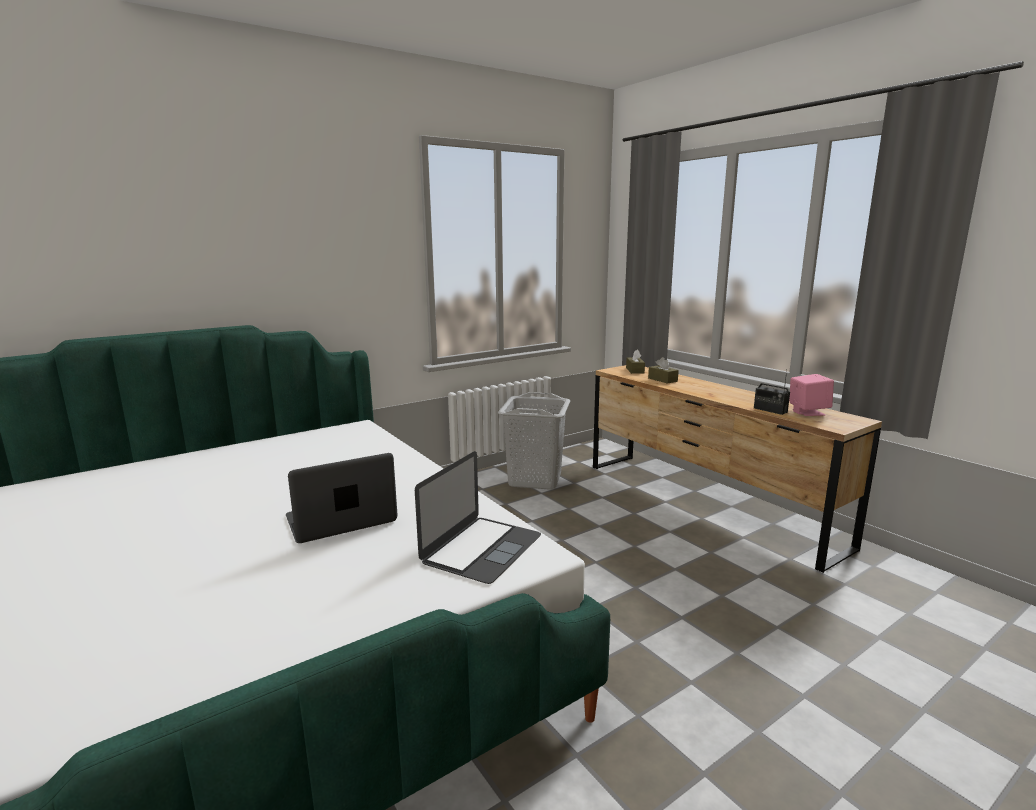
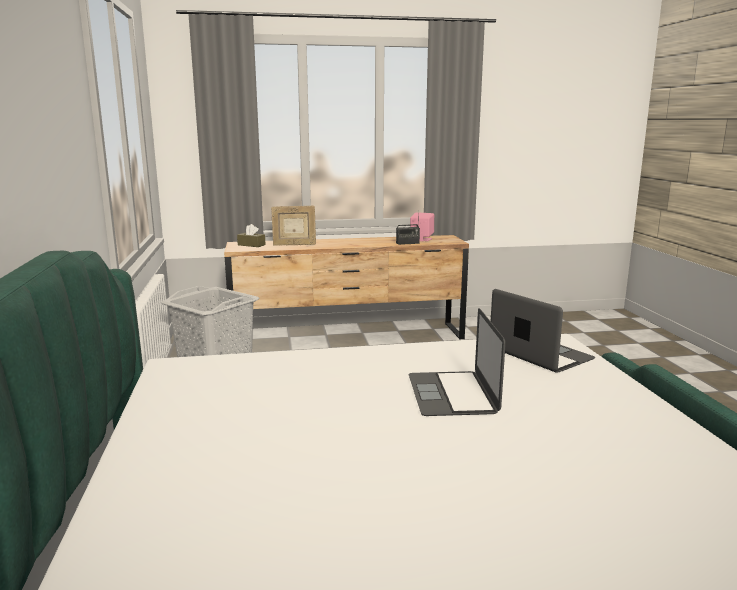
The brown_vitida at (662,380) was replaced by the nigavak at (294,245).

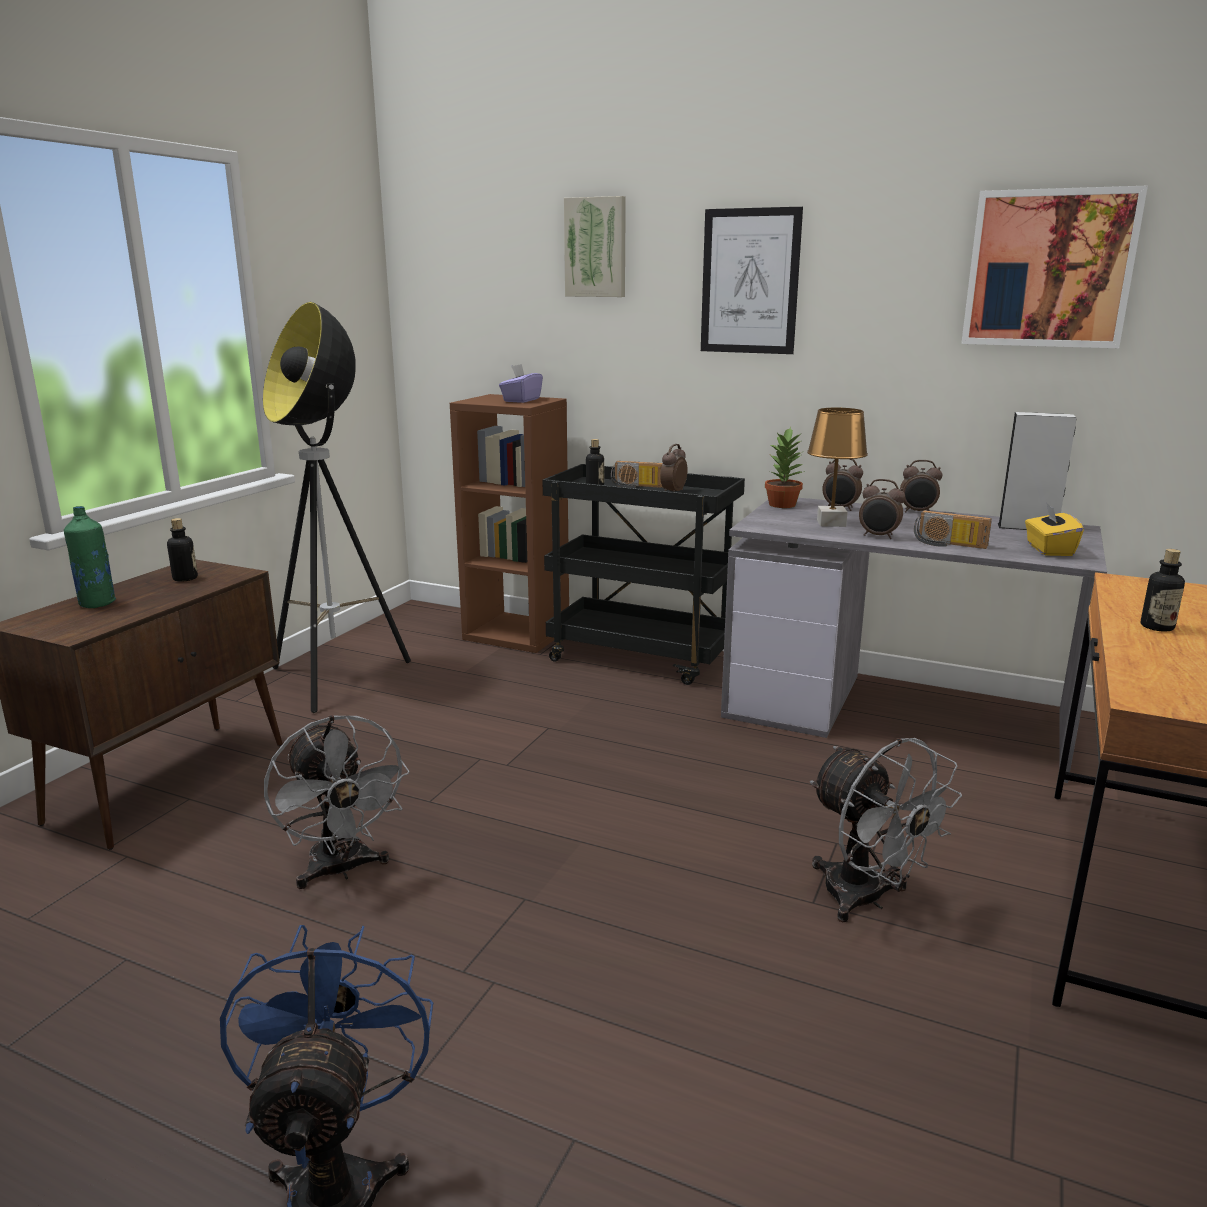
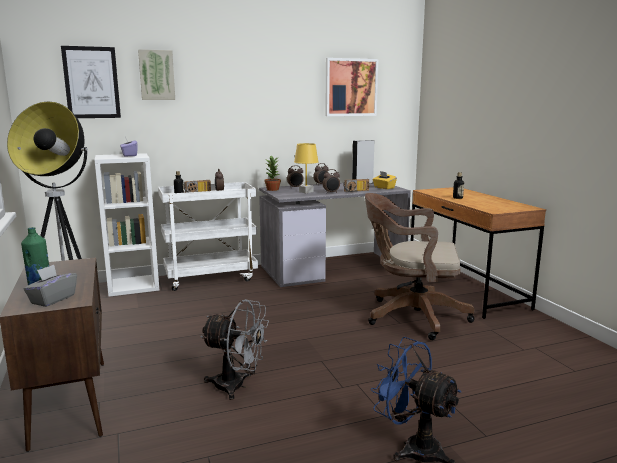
The grey_vitida at (52,299) appeared.
The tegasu moved from (750,282) to (91,82).
The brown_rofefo at (518,634) became the white_rofefo at (134,286).
The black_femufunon at (643,657) became the white_femufunon at (211,278).
The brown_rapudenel at (831,523) became the yellow_rapudenel at (306,192).
The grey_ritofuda at (867,899) was replaced by the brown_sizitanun at (411,316).
The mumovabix at (185,578) disappeared.

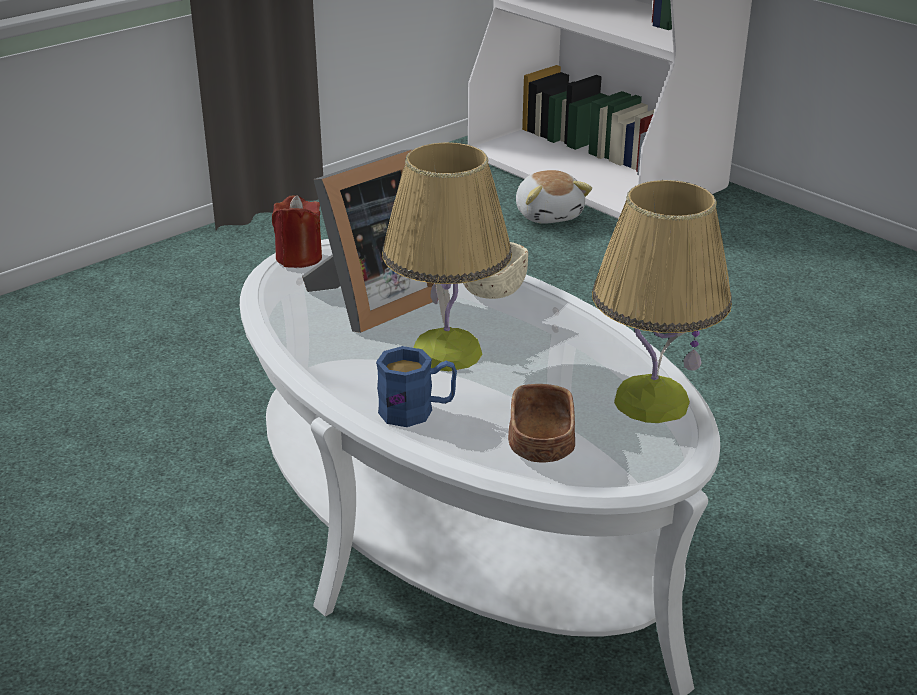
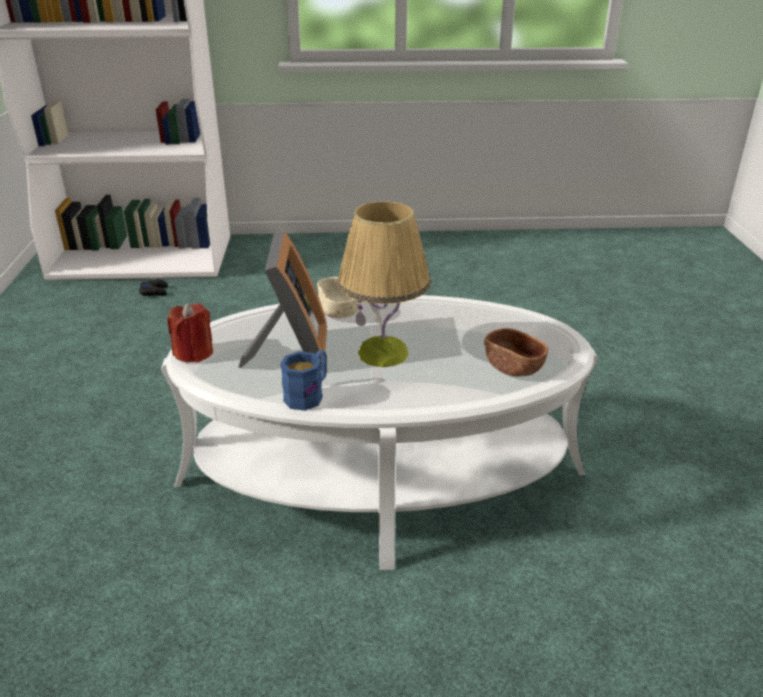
The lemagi at (549,214) was replaced by the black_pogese at (154,291).
The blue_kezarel moved from (417,411) to (308,394).
The rapudenel at (650,401) disappeared.

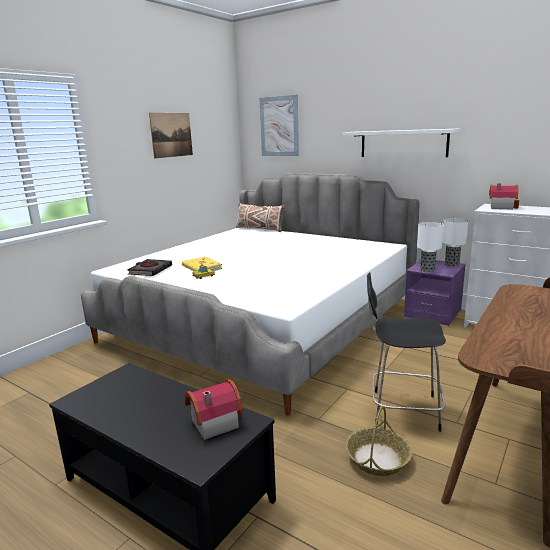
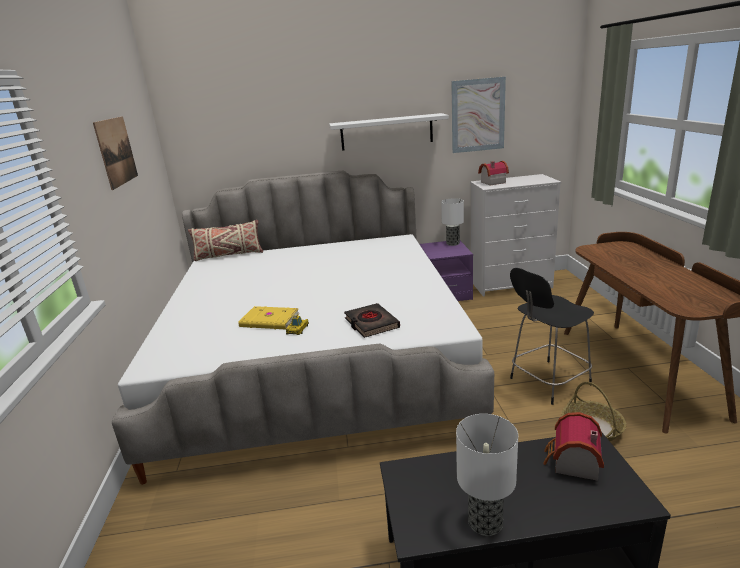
The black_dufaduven moved from (150,270) to (371,324).
The tegasu moved from (279,126) to (478,115).
The rapudenel moved from (427,270) to (484,522).

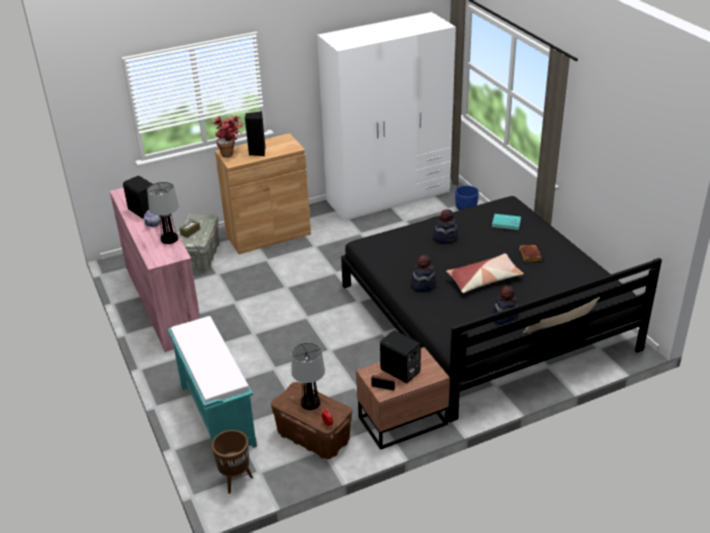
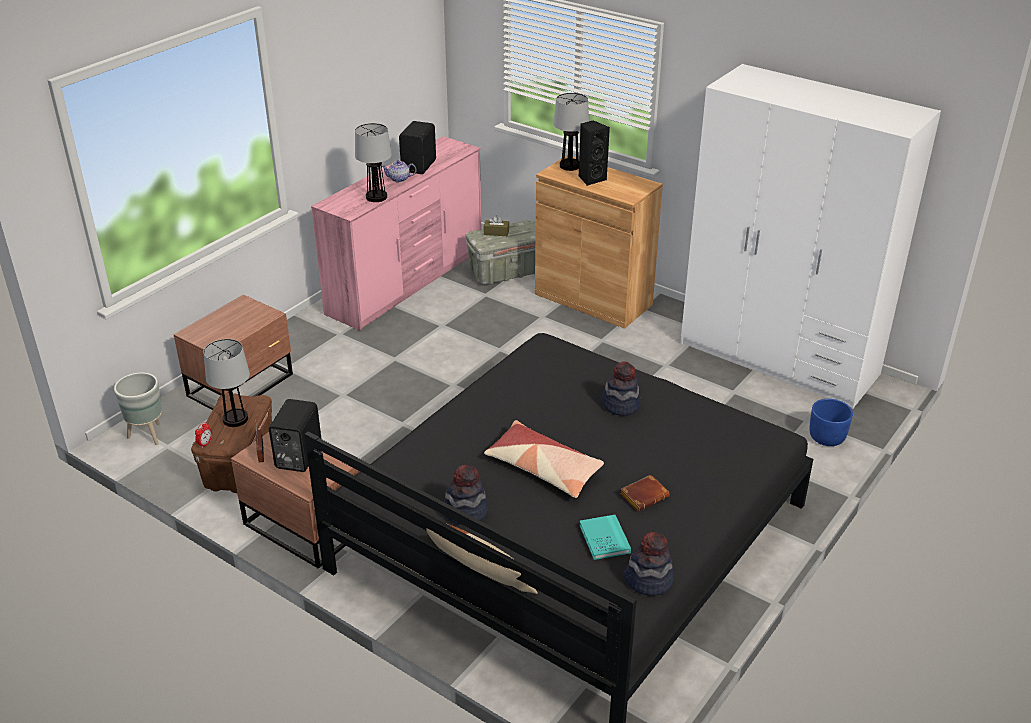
The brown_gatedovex at (235,480) became the grey_gatedovex at (147,435).
The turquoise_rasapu at (216,415) was replaced by the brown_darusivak at (243,385).
The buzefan at (231,154) was replaced by the rapudenel at (570,166).
The turquoise_dufaduven moved from (506,223) to (604,539).
The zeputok moved from (423,284) to (648,580).

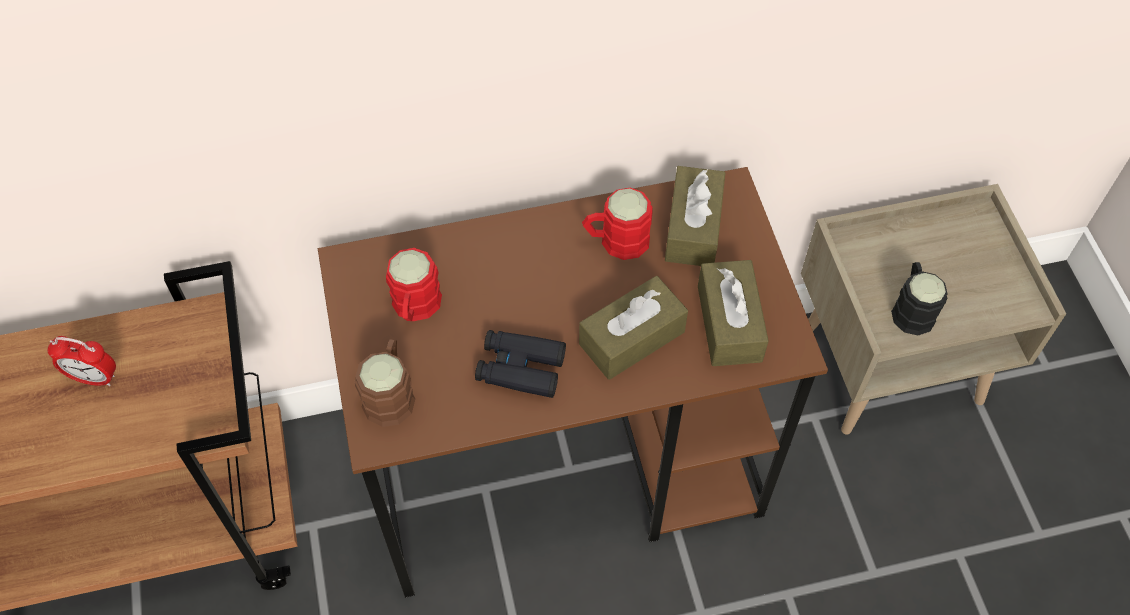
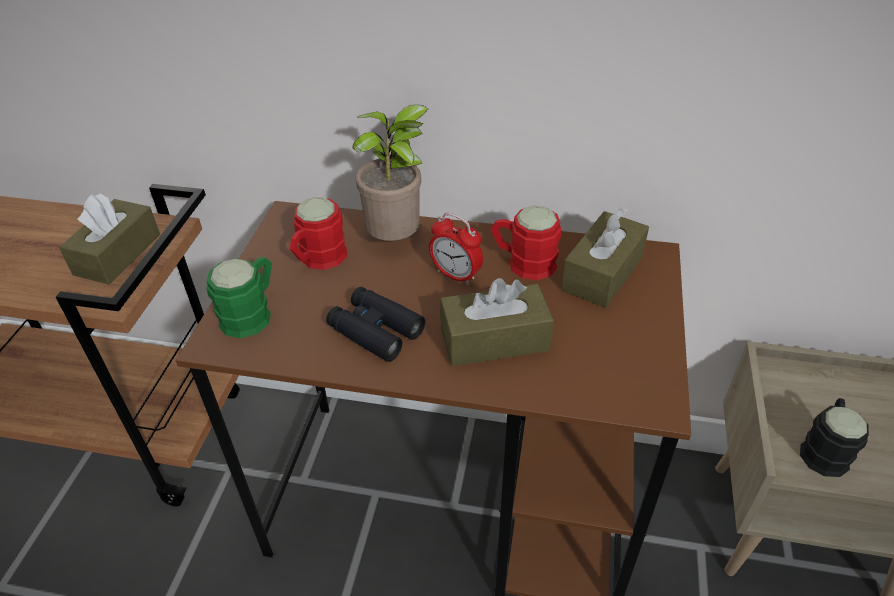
The brown_vitida moved from (729,323) to (118,254).
The brown_kezarel at (391,393) became the green_kezarel at (252,313).
The buzefan at (398,241) appeared.
The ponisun moved from (94,378) to (456,275).

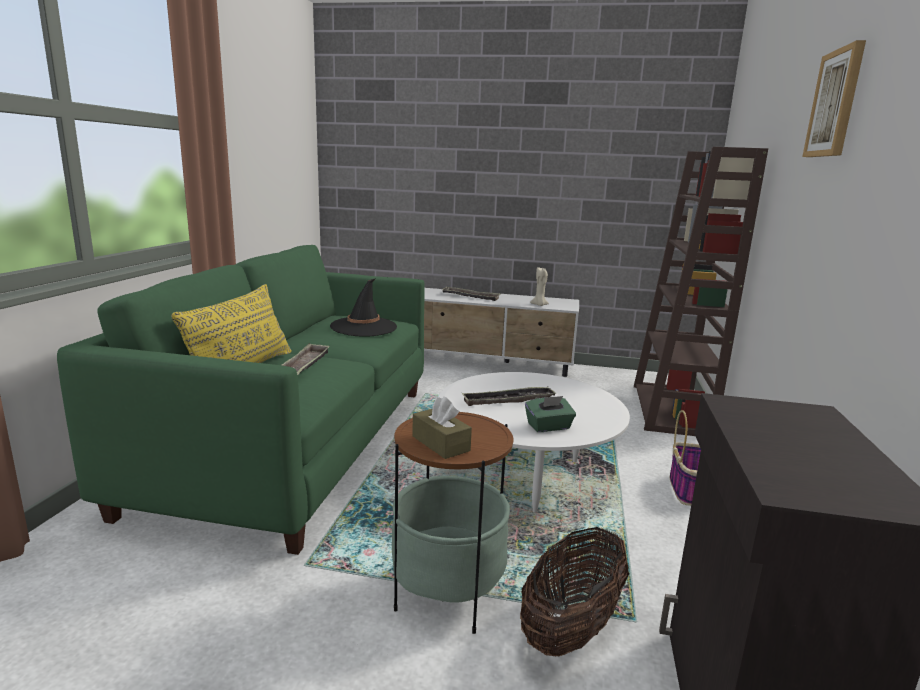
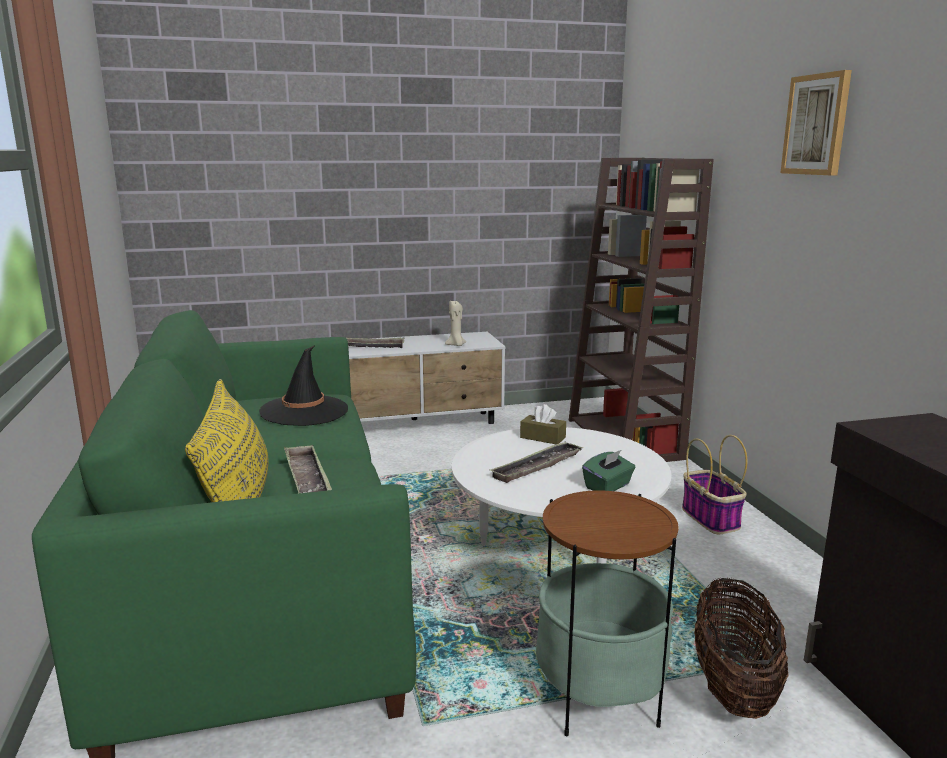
The brown_vitida moved from (440,443) to (542,437).

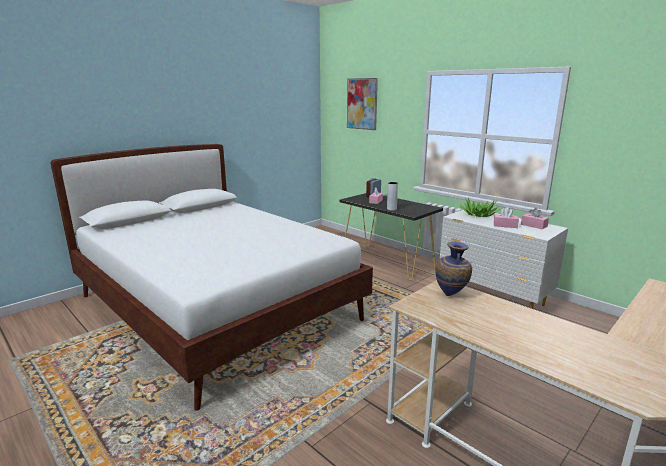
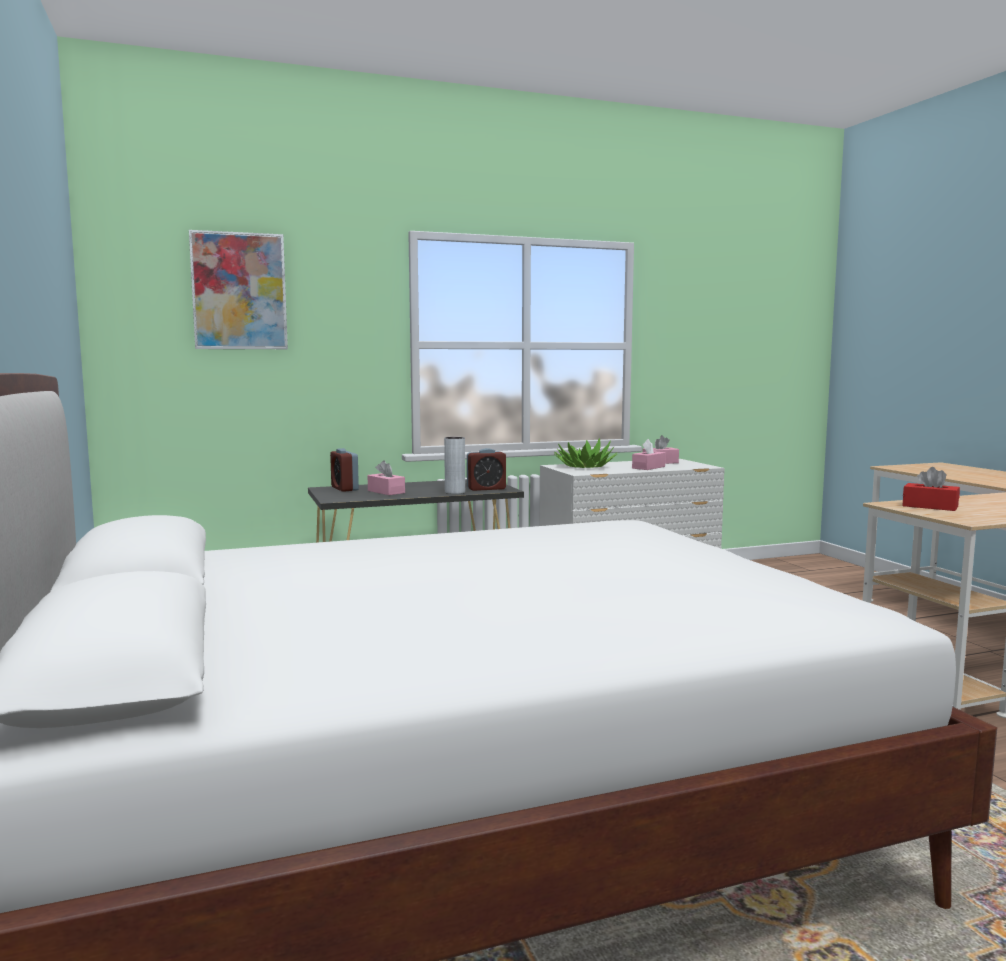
The ponisun at (486,488) appeared.
The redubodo at (451,295) was replaced by the red_vitida at (930,506).

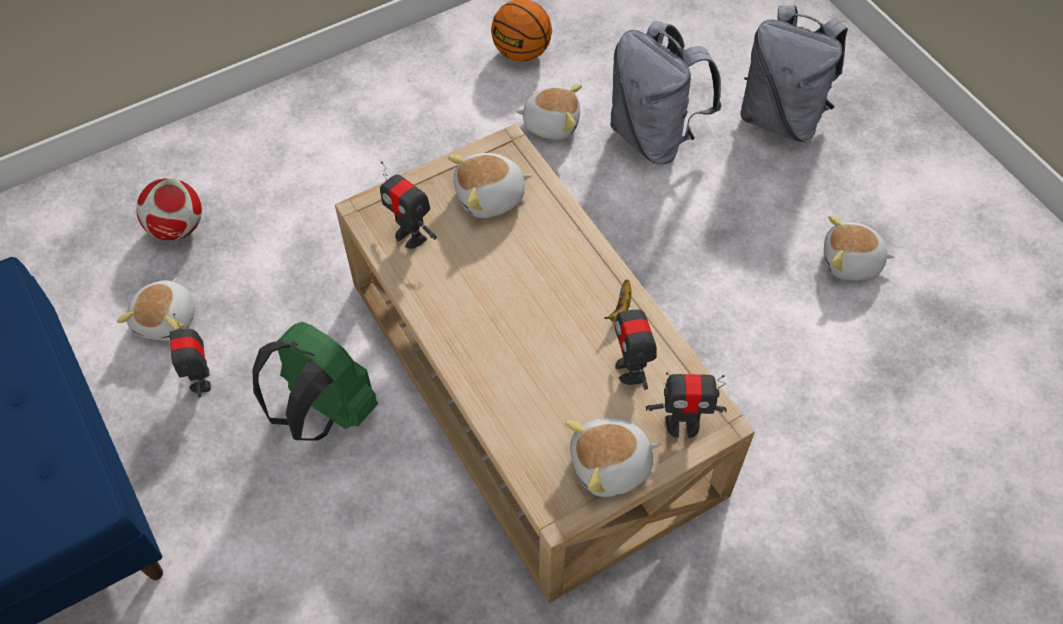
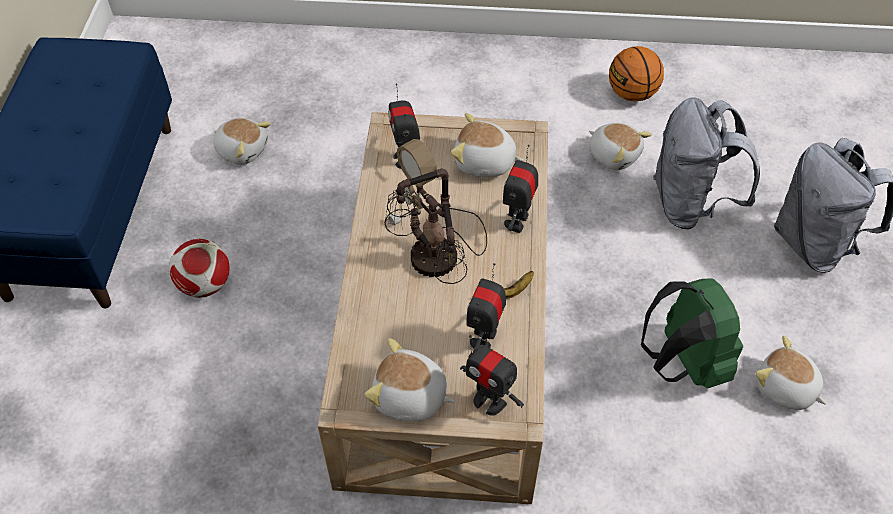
The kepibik moved from (177,228) to (205,285).
The lemagi at (167,319) turned 105 degrees counterclockwise.
The rapudenel at (433,261) appeared.
The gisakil moved from (201,380) to (517,221).
The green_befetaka moved from (325,411) to (683,363).

